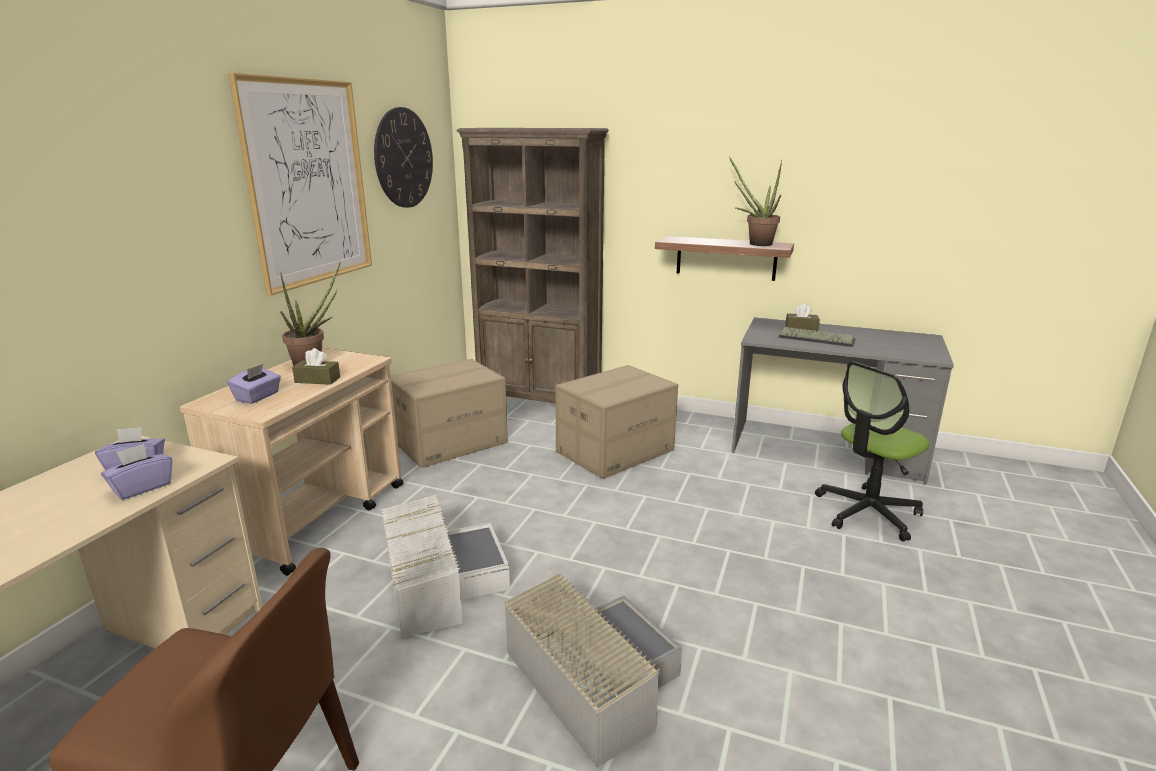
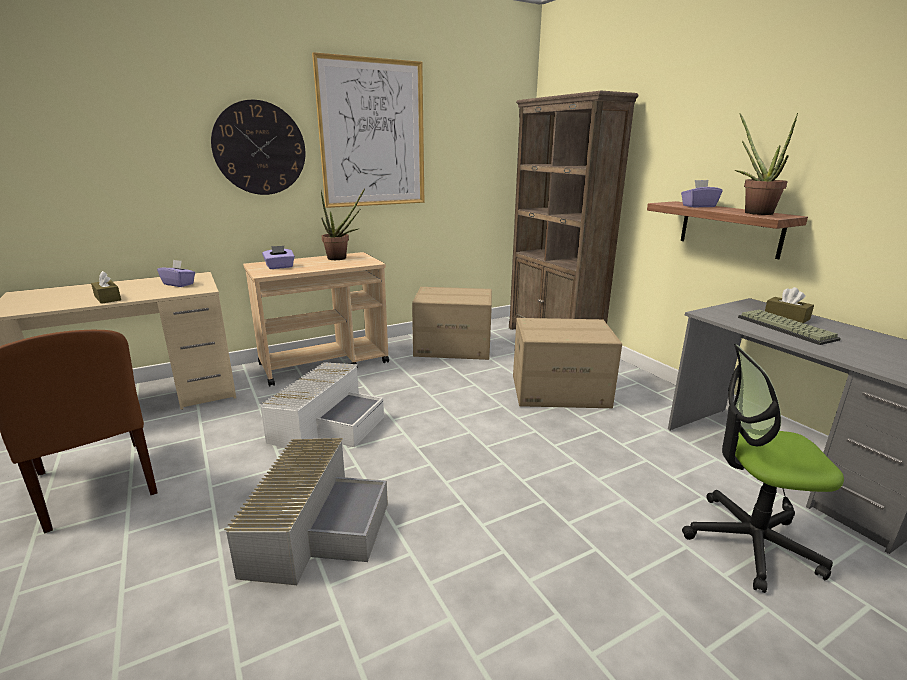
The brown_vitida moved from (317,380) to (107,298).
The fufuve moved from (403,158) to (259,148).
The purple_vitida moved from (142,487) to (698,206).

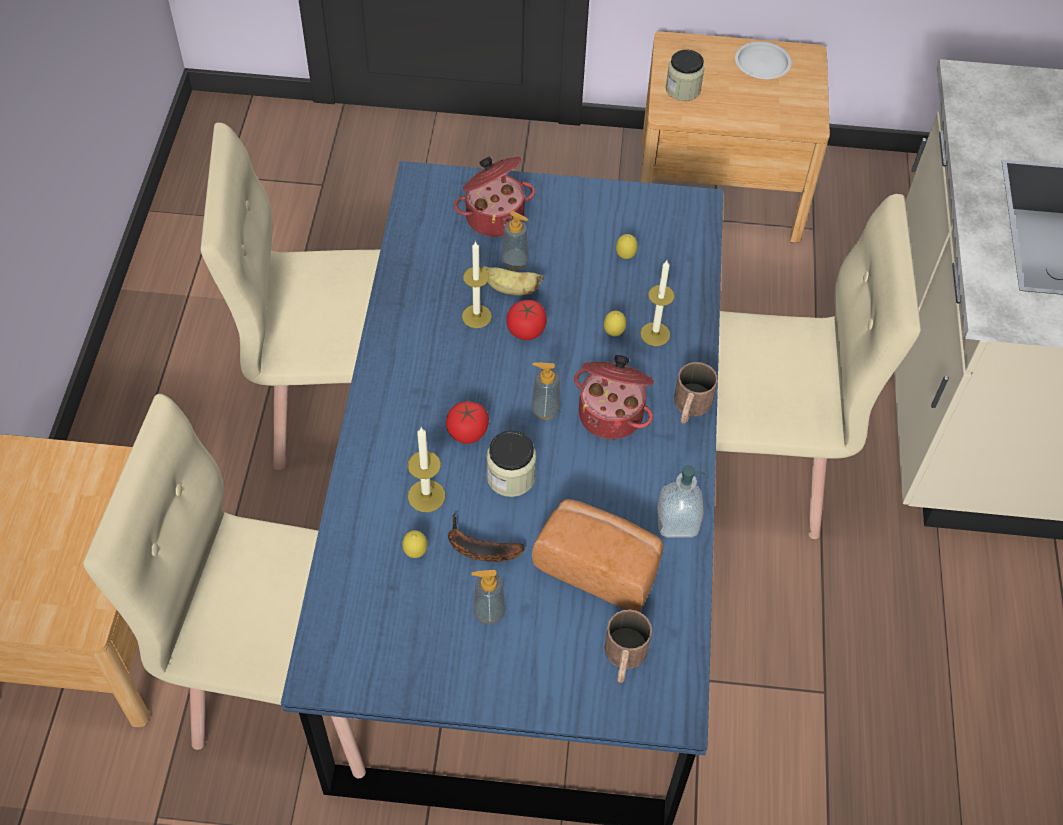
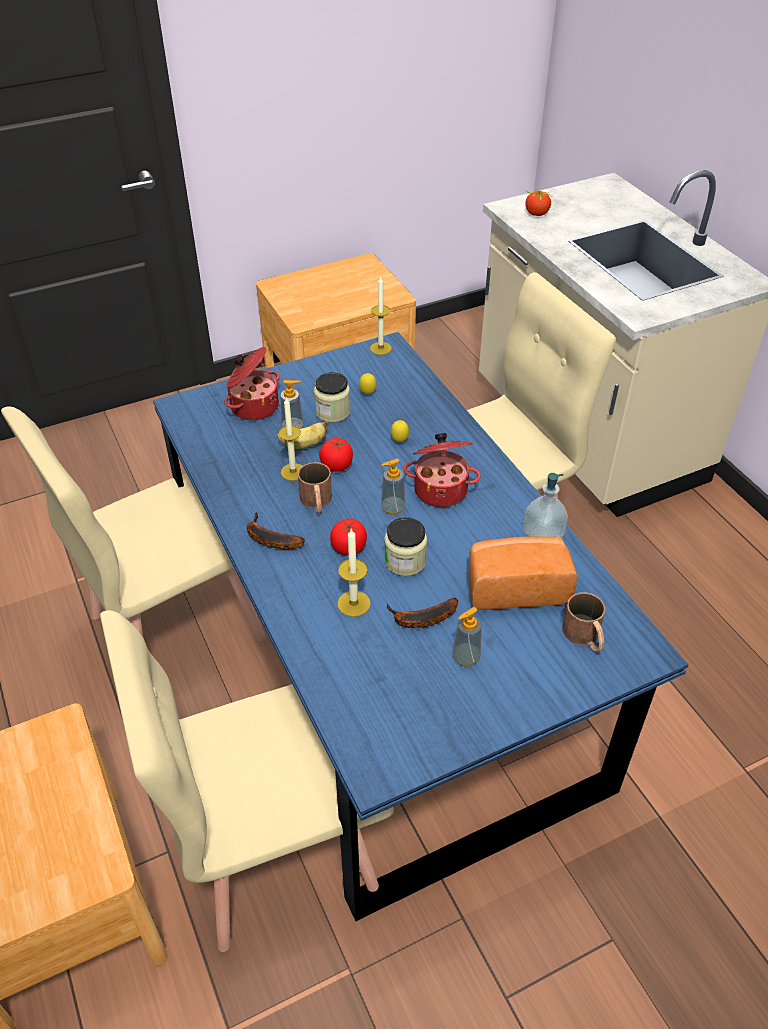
The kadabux at (269,539) appeared.
The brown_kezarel moved from (690,408) to (316,502).
The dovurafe moved from (683,89) to (332,412).
The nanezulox moved from (655,334) to (380,348).
The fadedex at (536,213) appeared.
The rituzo at (415,553) disappeared.
The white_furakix at (761,64) disappeared.

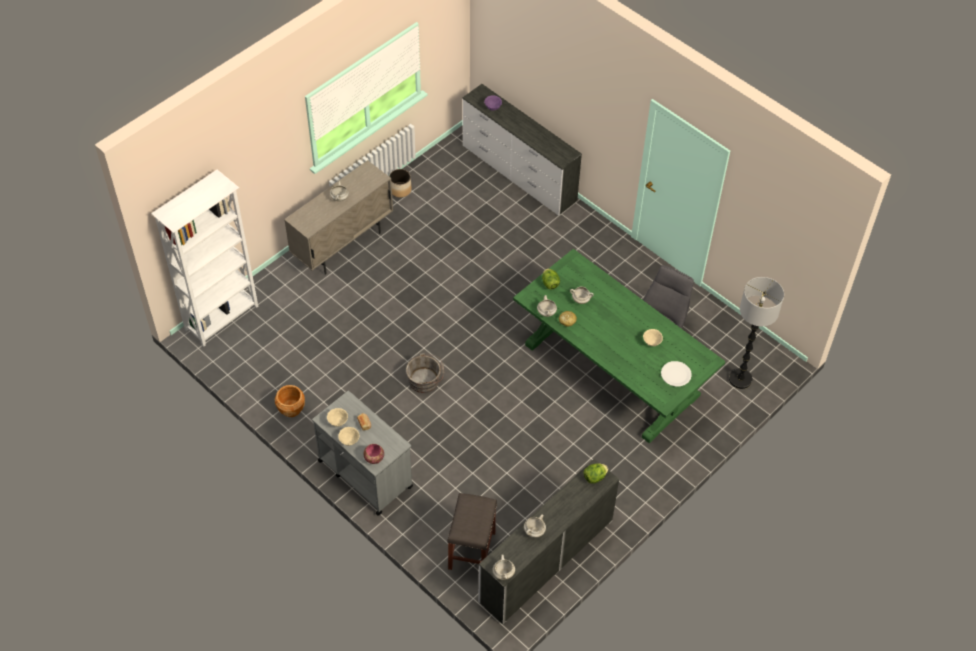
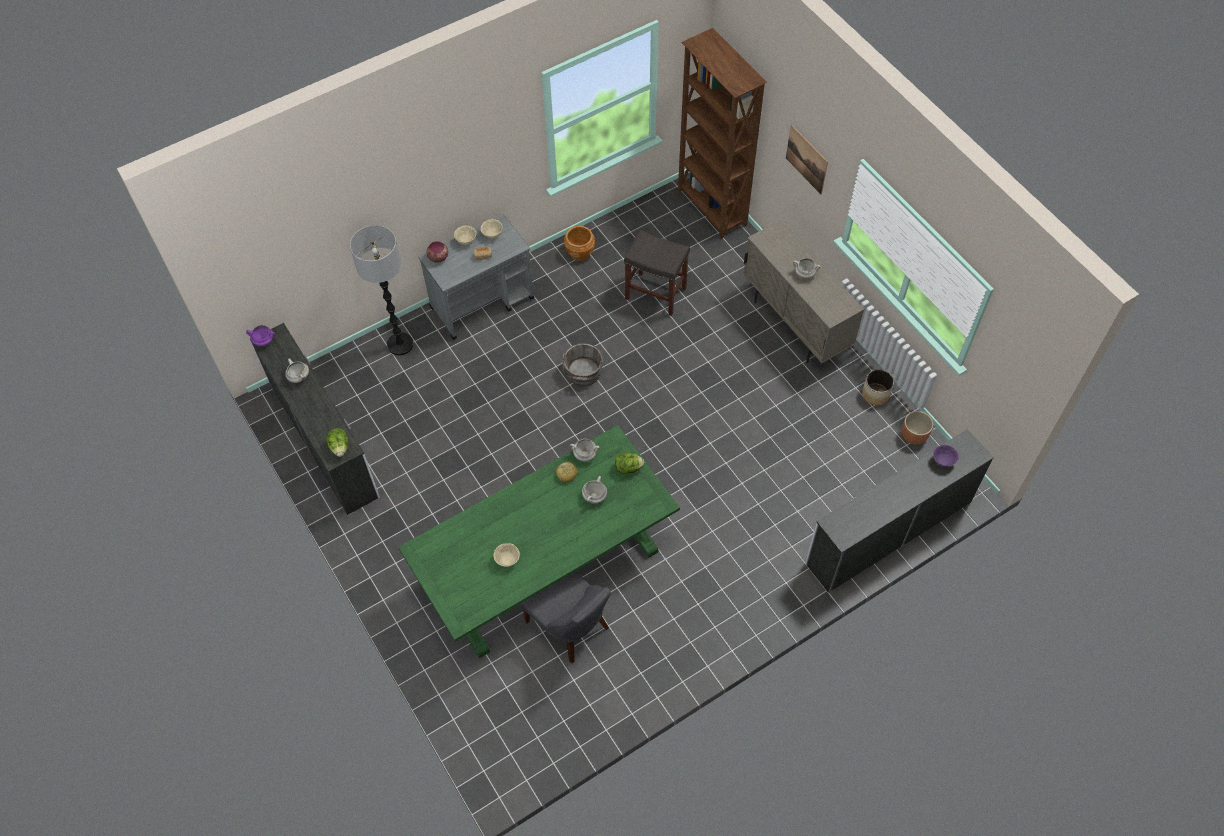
The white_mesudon at (503,573) became the purple_mesudon at (264,341).
The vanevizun moved from (740,379) to (400,344).
The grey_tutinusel moved from (471,549) to (656,293).
The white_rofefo at (223,318) became the brown_rofefo at (711,208).
The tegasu at (806,159) appeared.
The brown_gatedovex at (914,435) appeared.
The white_furakix at (675,374) disappeared.

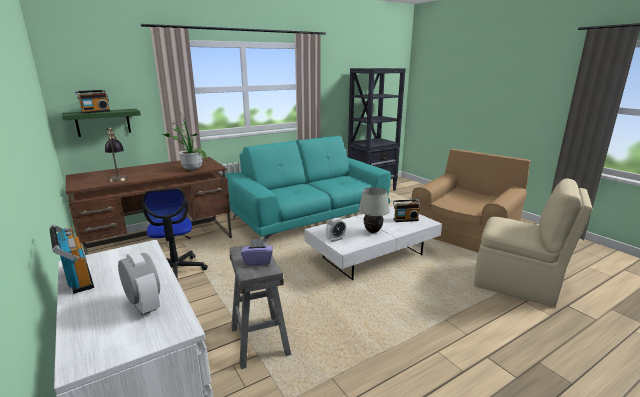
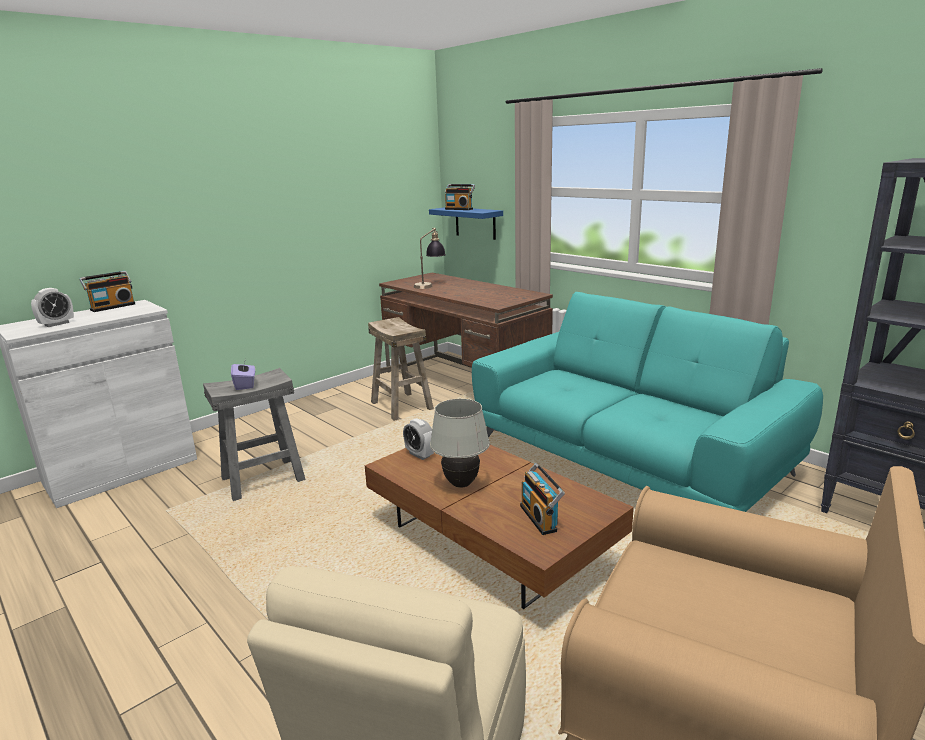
The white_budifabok at (372,256) became the brown_budifabok at (491,542).
The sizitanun at (176,271) was replaced by the beige_tutinusel at (401,406).
The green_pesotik at (103,122) became the blue_pesotik at (475,223).
The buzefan at (189,168) disappeared.

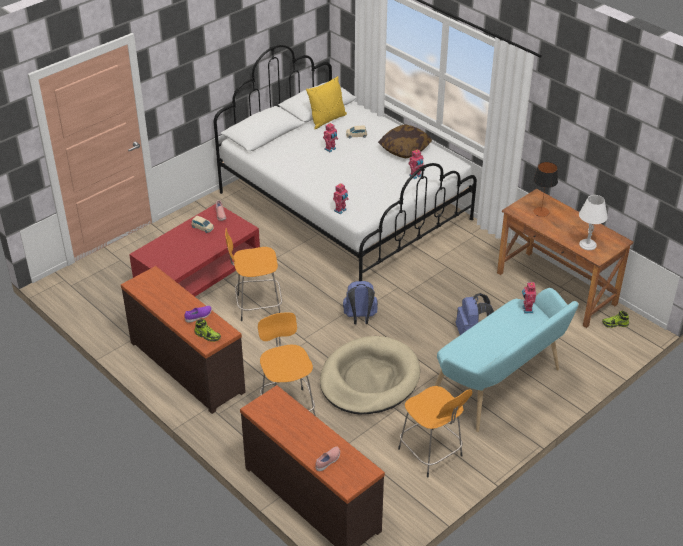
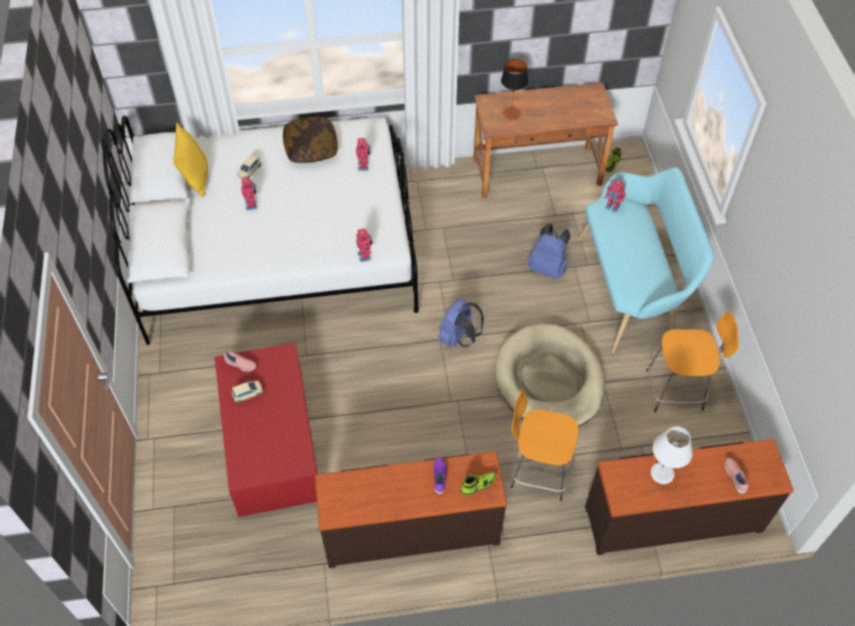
The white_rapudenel moved from (588,245) to (662,473).
The orange_tutinusel at (256,306) disappeared.

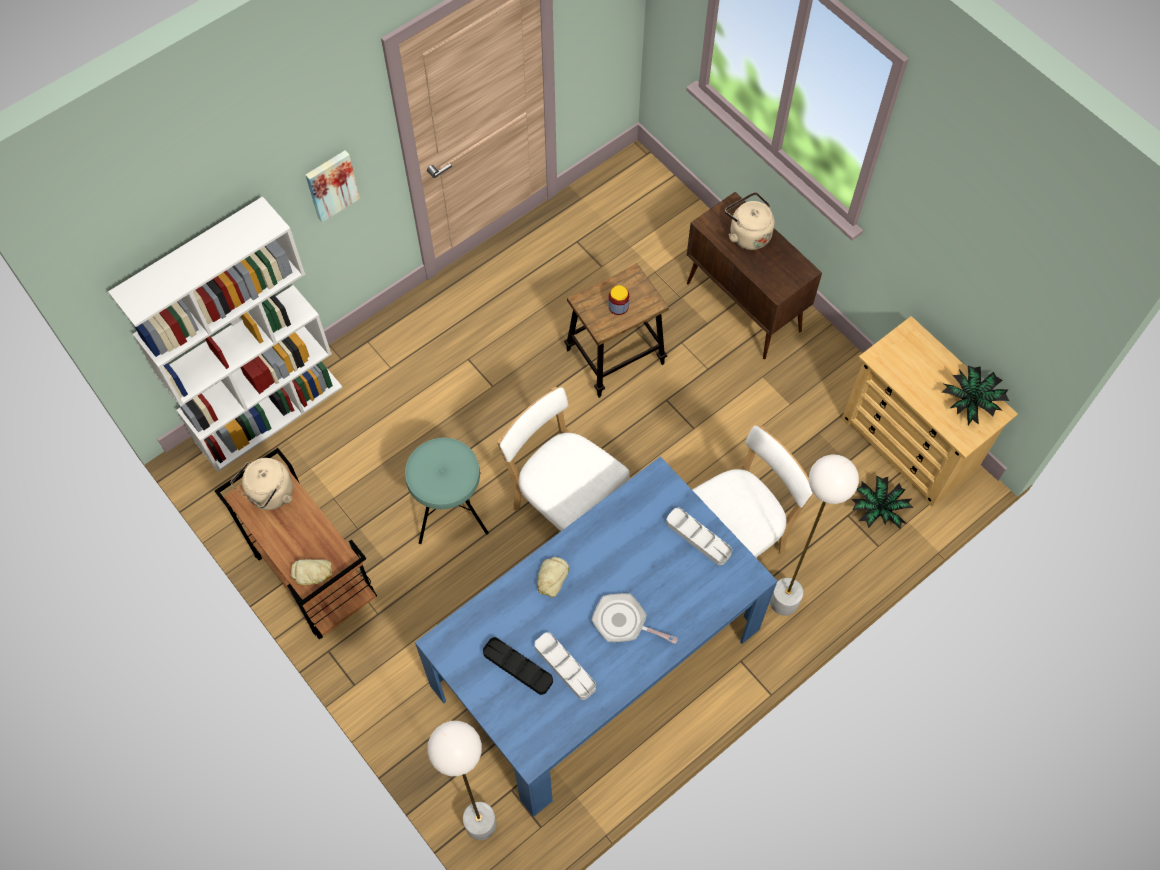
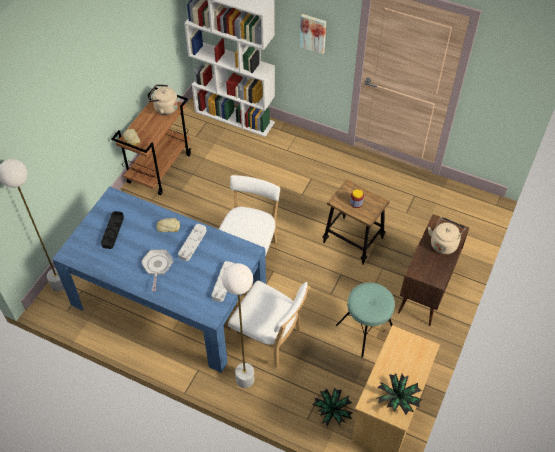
The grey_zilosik moved from (565,667) to (192,243).
The turquoise_tutinusel moved from (449,507) to (365,330).

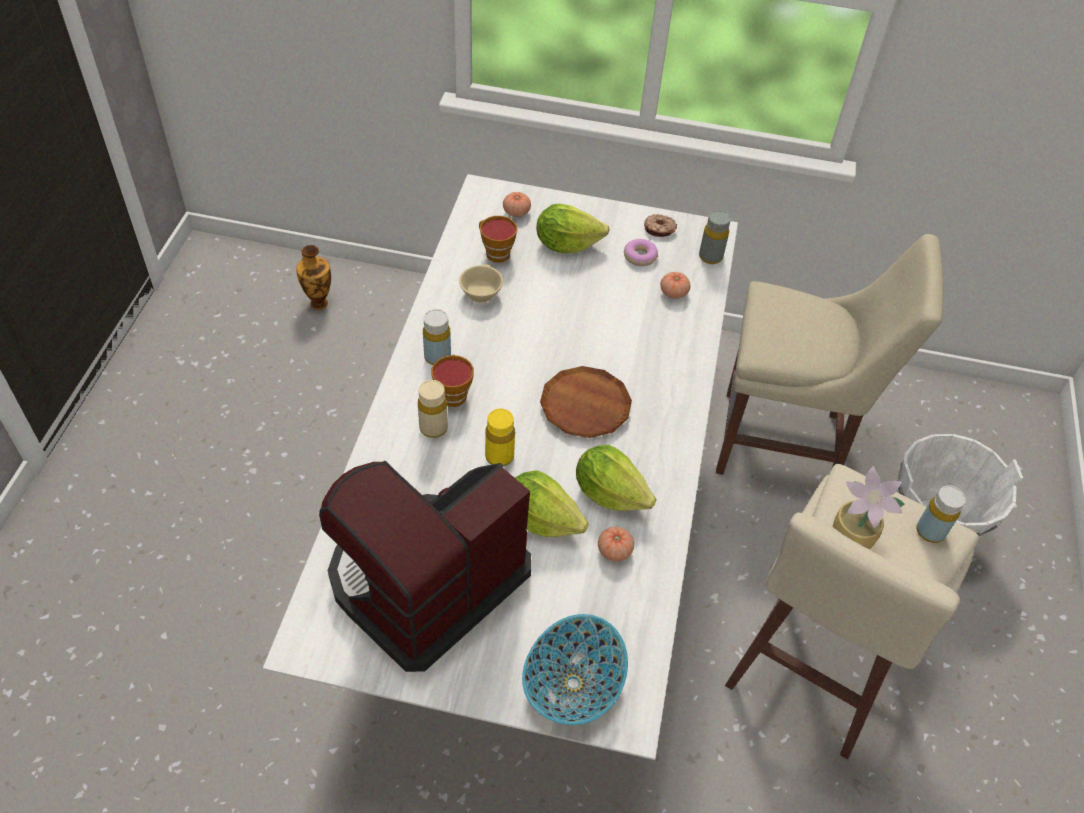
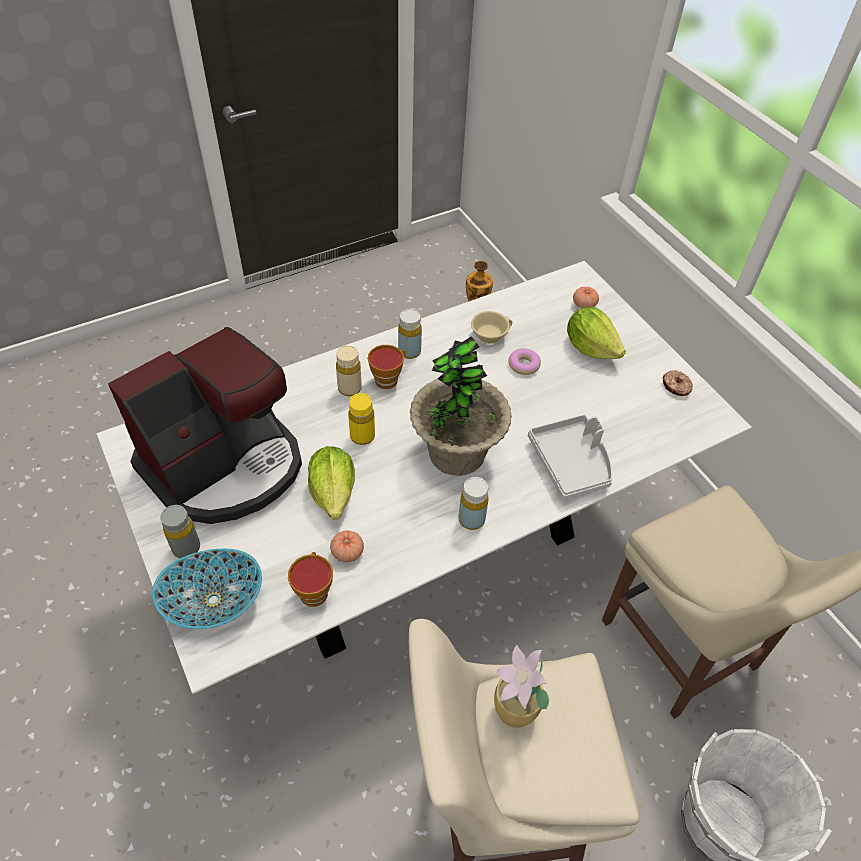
The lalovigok at (425,581) turned 135 degrees clockwise.
The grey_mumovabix moved from (710,257) to (186,548).
The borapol moved from (495,253) to (313,590).
The brown_furakix at (585,406) was replaced by the buzefan at (456,453).
The yellow_mumovabix moved from (930,531) to (471,519).
The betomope moved from (640,256) to (523,365).
The grey_zilosik at (571,463) appeared.
The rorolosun at (610,493) disappeared.
The fadedex at (673,293) disappeared.

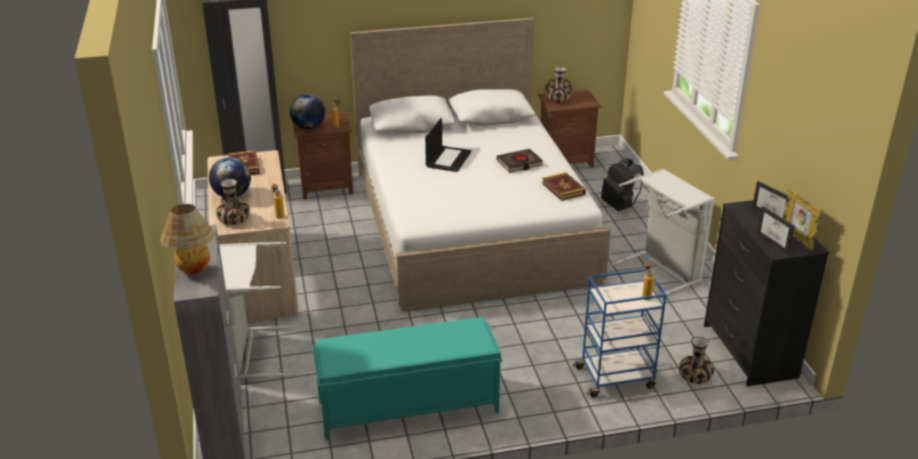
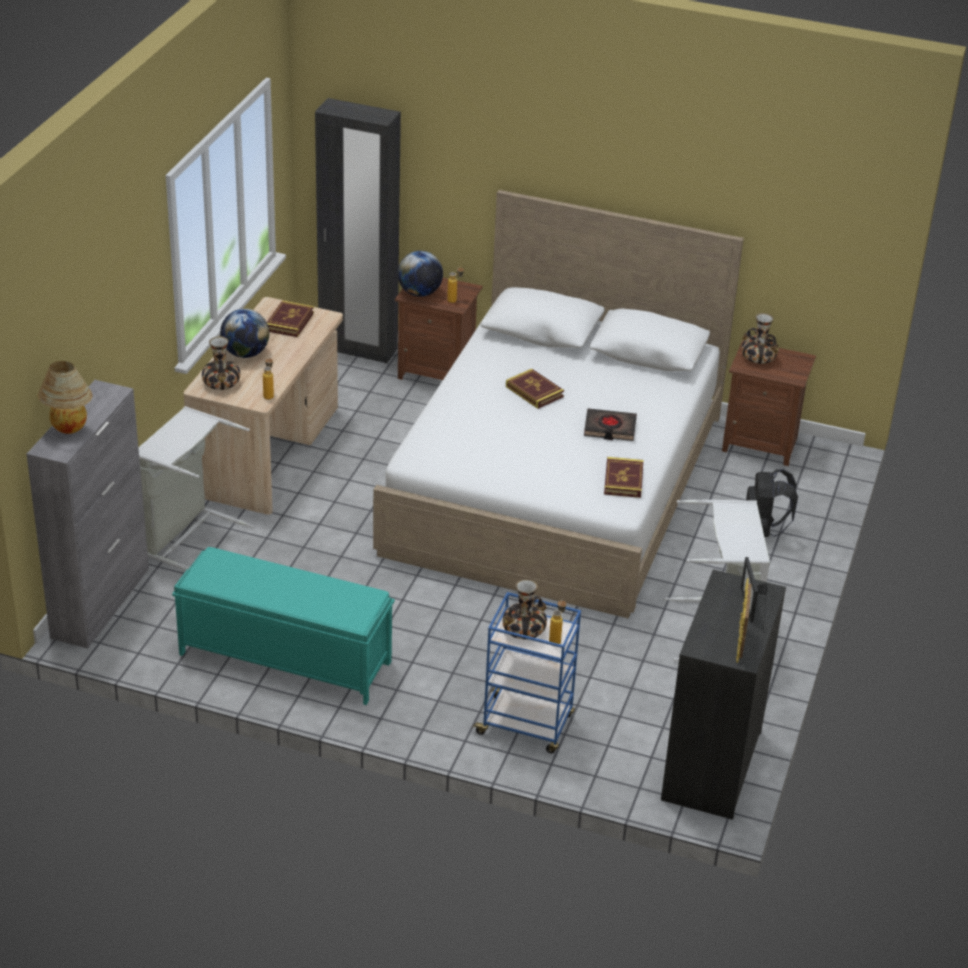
The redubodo moved from (695,377) to (523,630).
The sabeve at (448,159) was replaced by the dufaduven at (534,391).
The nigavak at (776,242) disappeared.

